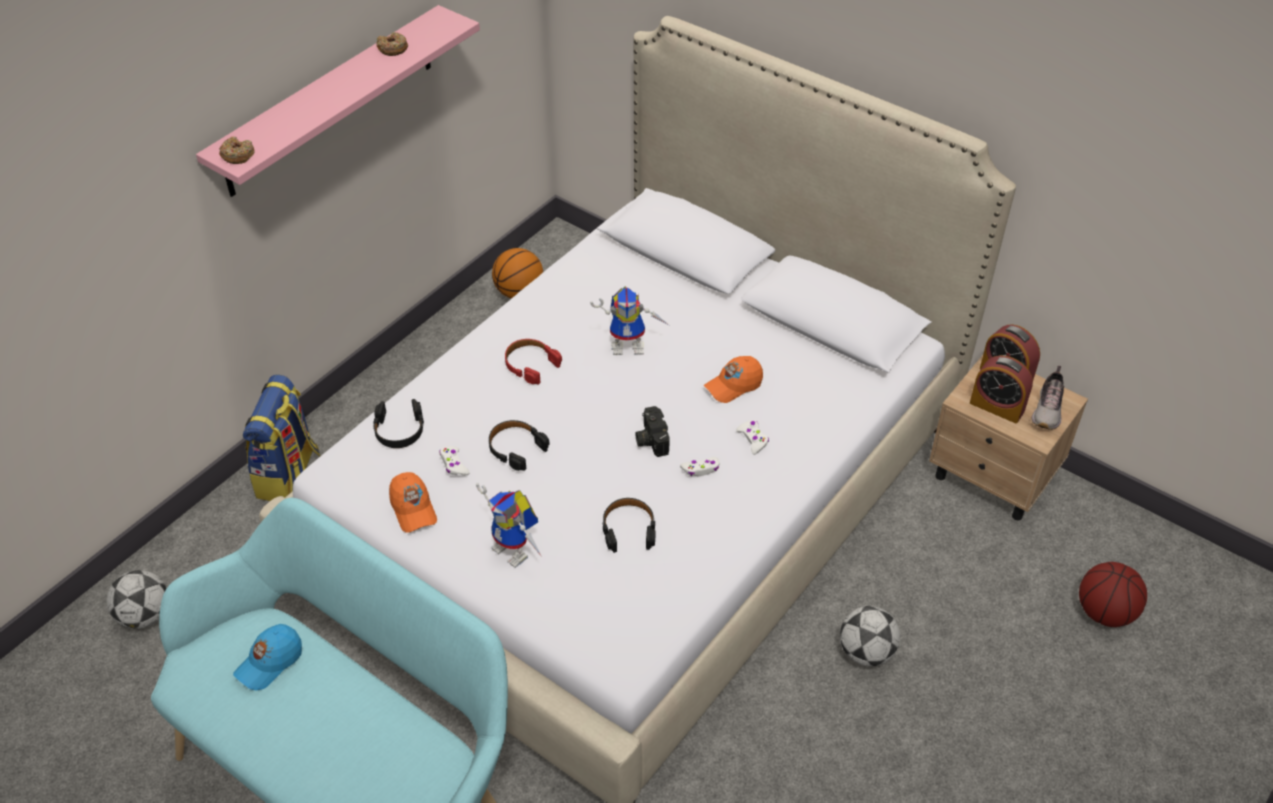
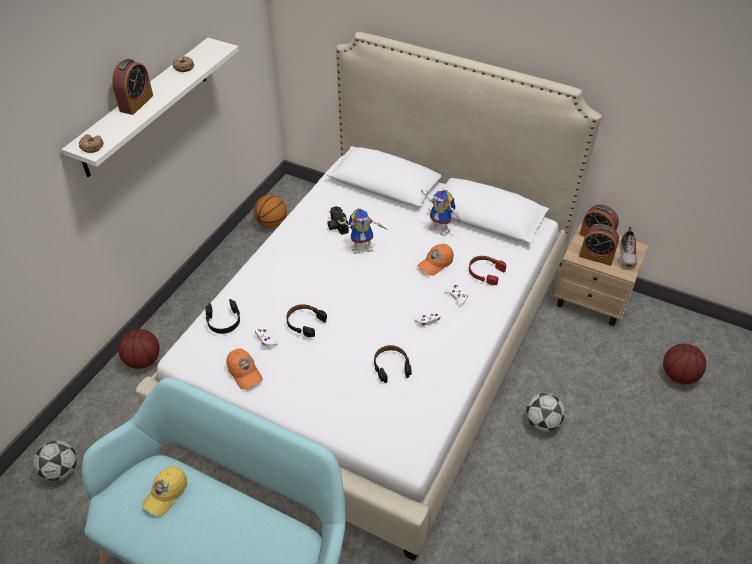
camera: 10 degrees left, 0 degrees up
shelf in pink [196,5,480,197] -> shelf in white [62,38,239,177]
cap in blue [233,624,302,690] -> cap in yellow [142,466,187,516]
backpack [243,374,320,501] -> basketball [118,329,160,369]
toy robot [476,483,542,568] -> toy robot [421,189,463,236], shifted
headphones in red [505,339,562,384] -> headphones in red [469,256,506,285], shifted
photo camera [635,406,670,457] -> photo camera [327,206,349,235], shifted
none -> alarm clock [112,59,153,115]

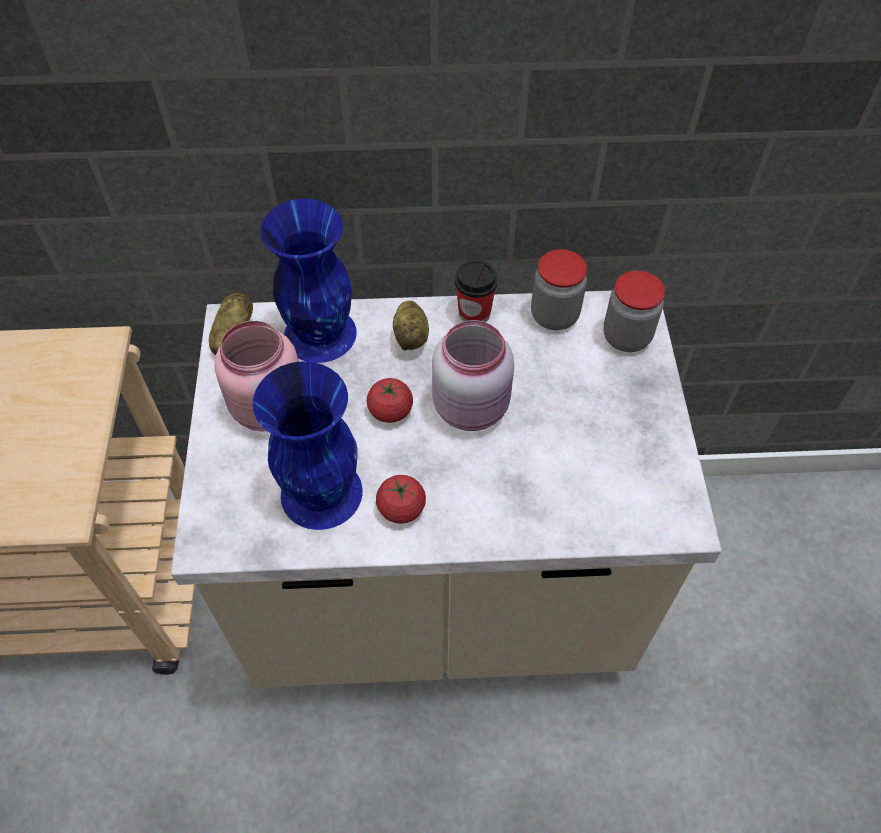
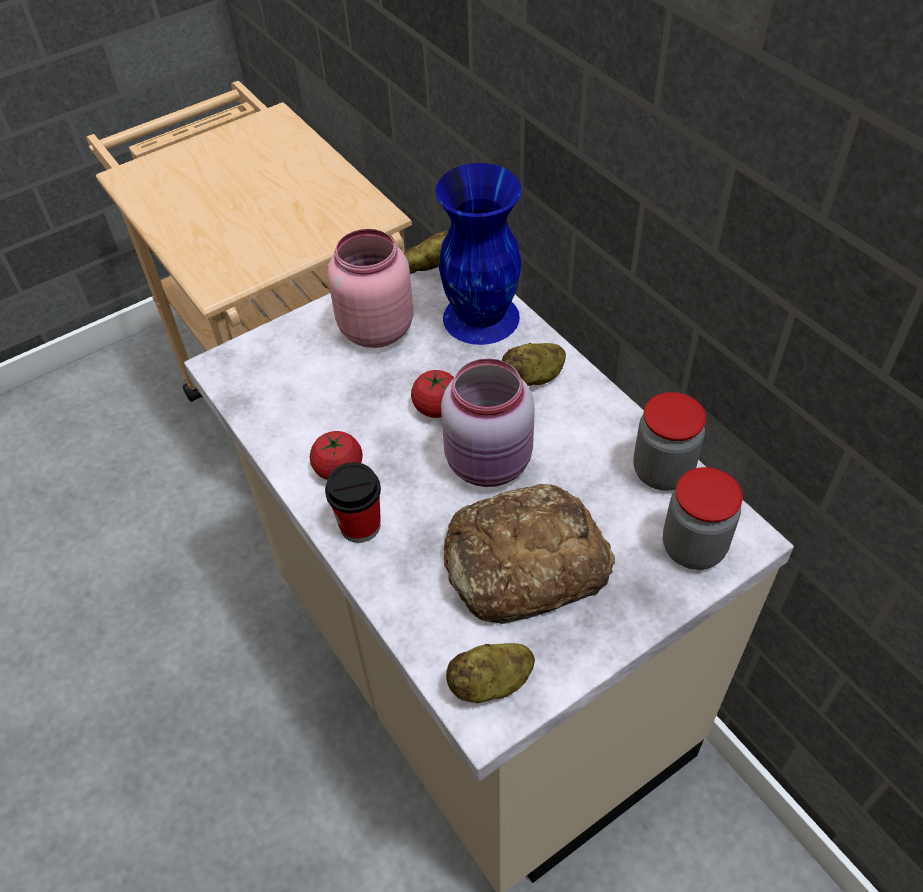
camera: 60 degrees right, 5 degrees down
vase in blue [252,361,362,530] -> none
cup [455,259,498,322] -> cup [325,462,381,543], shifted
none -> bread [444,484,615,624]
none -> potato [446,643,535,703]

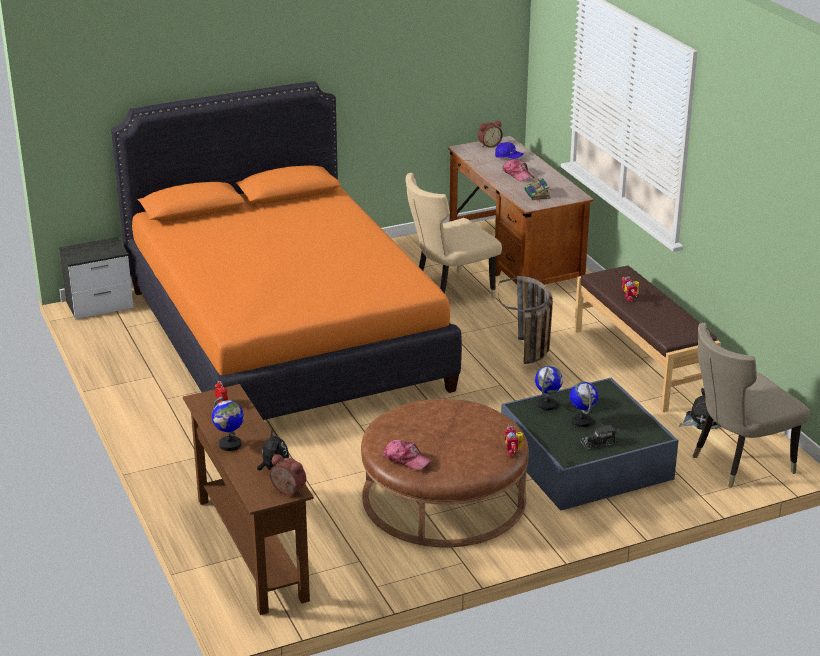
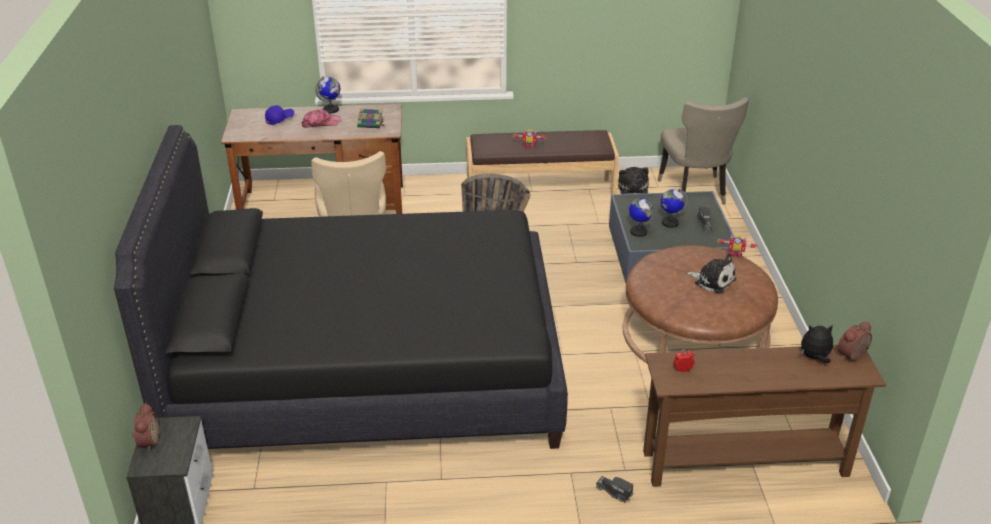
camera: 70 degrees left, 5 degrees up
bed in orange [111,81,462,420] -> bed in black [114,125,568,449]
globe [212,396,244,451] -> globe [315,76,340,114], shifted
cap [383,440,431,470] -> none
alarm clock [478,121,503,148] -> alarm clock [132,403,159,451], shifted
none -> toy truck [596,476,633,503]
none -> plush toy [687,253,736,294]

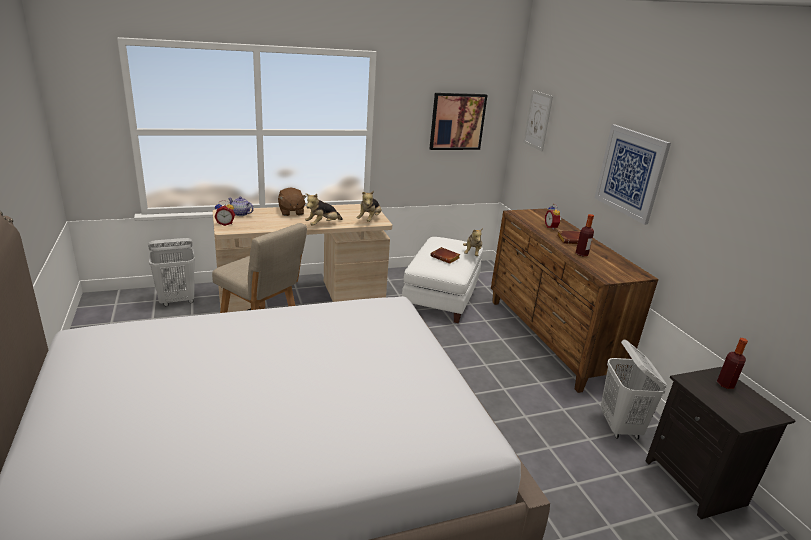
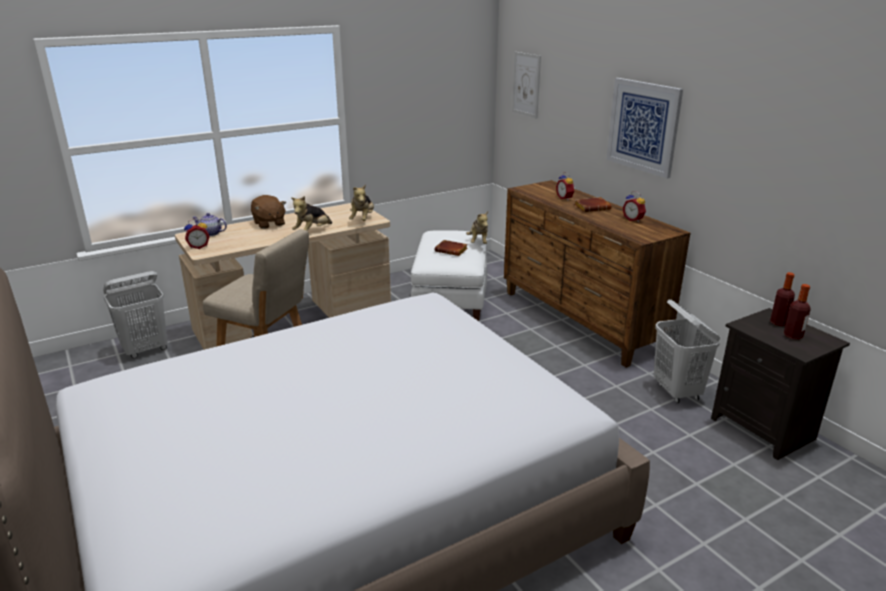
camera: 10 degrees left, 0 degrees up
picture [429,93,487,150] -> none
bottle [575,214,594,256] -> bottle [784,284,811,340], shifted
none -> alarm clock [623,191,646,222]

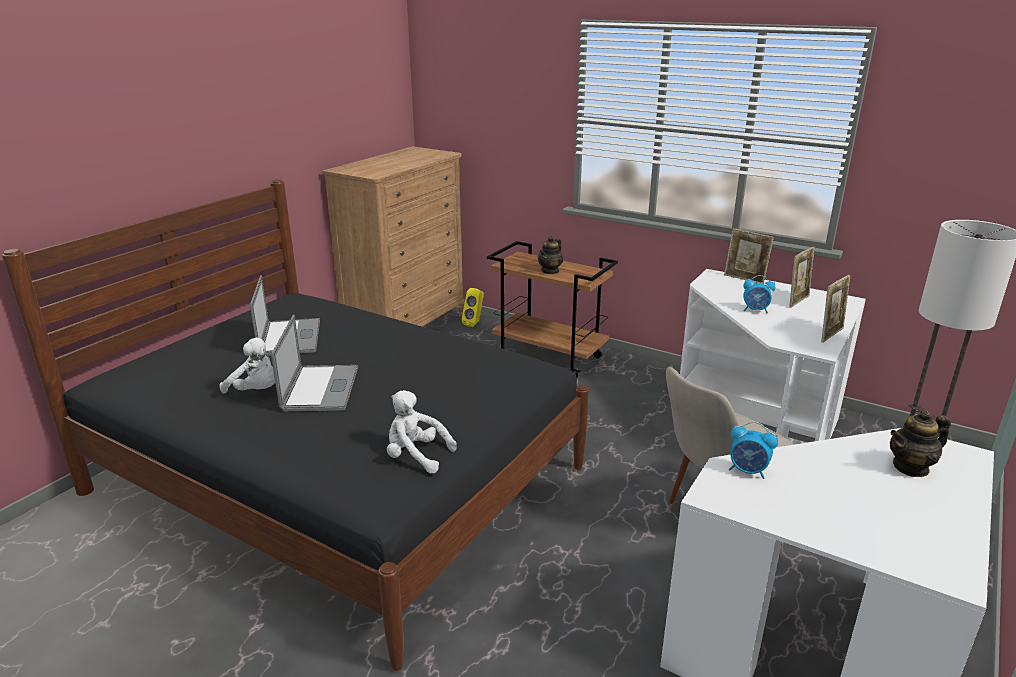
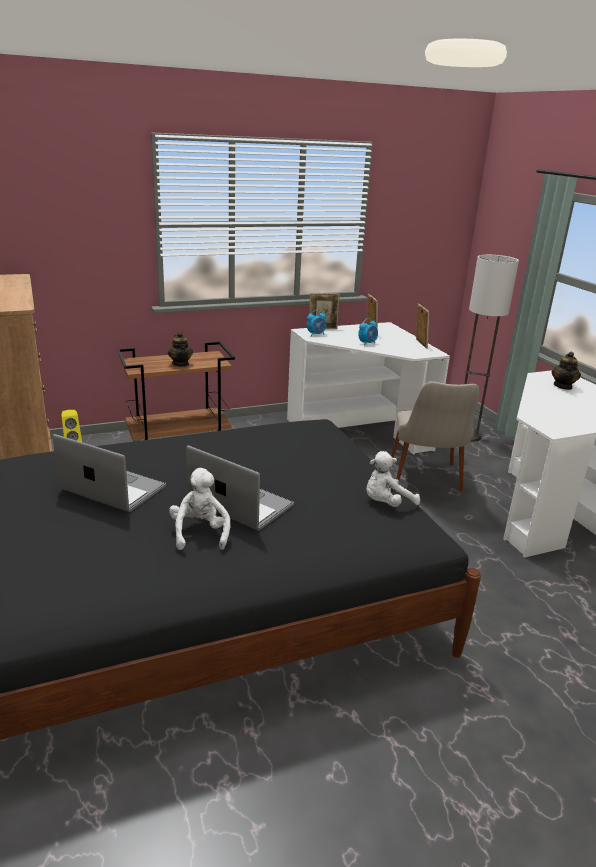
camera: 55 degrees left, 0 degrees up
plush toy in white [220,338,275,394] -> plush toy in white [169,468,230,550], 75 degrees counterclockwise
alarm clock [729,422,778,479] -> alarm clock [307,310,326,336], shifted

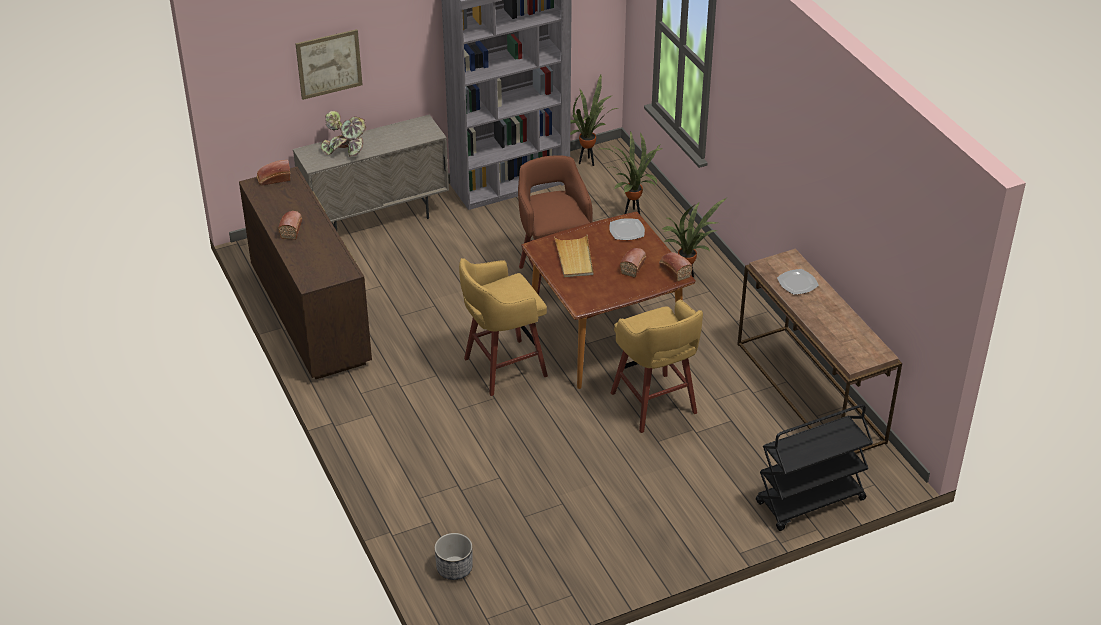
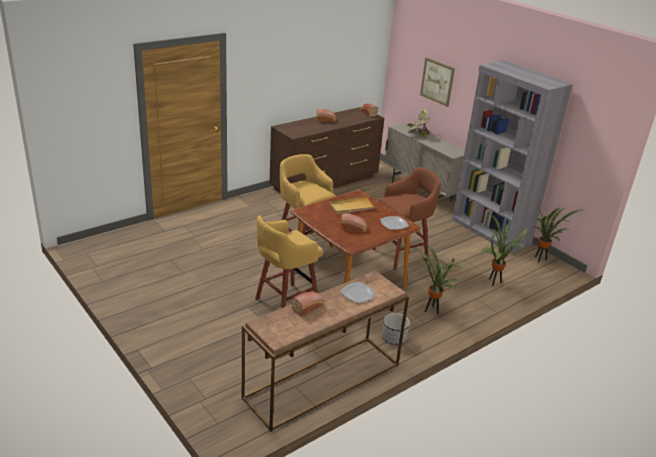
camera: 75 degrees right, 10 degrees down
planter [435,533,473,580] -> planter [382,313,410,345], shifted
bread [659,252,693,282] -> bread [292,292,324,317], shifted
cart in black [756,404,873,531] -> none

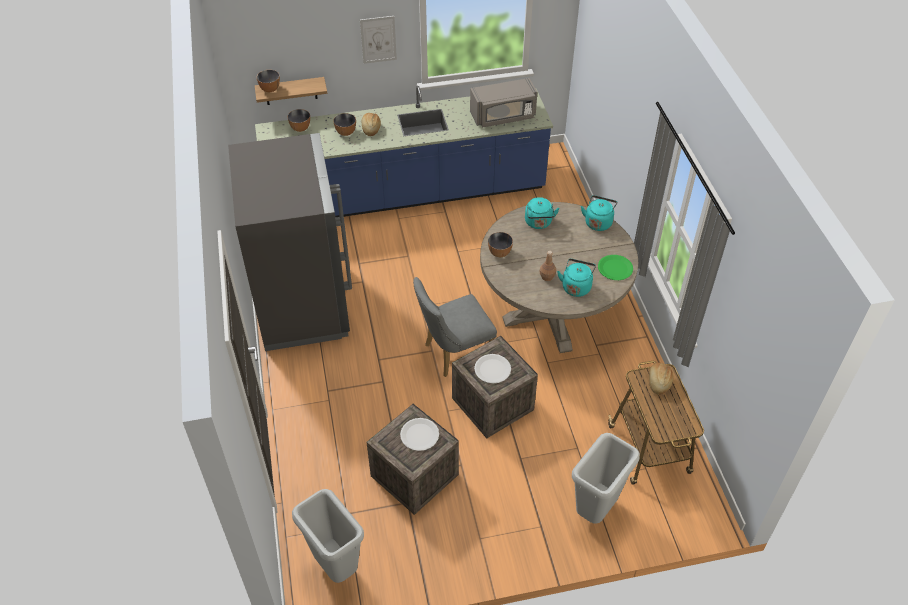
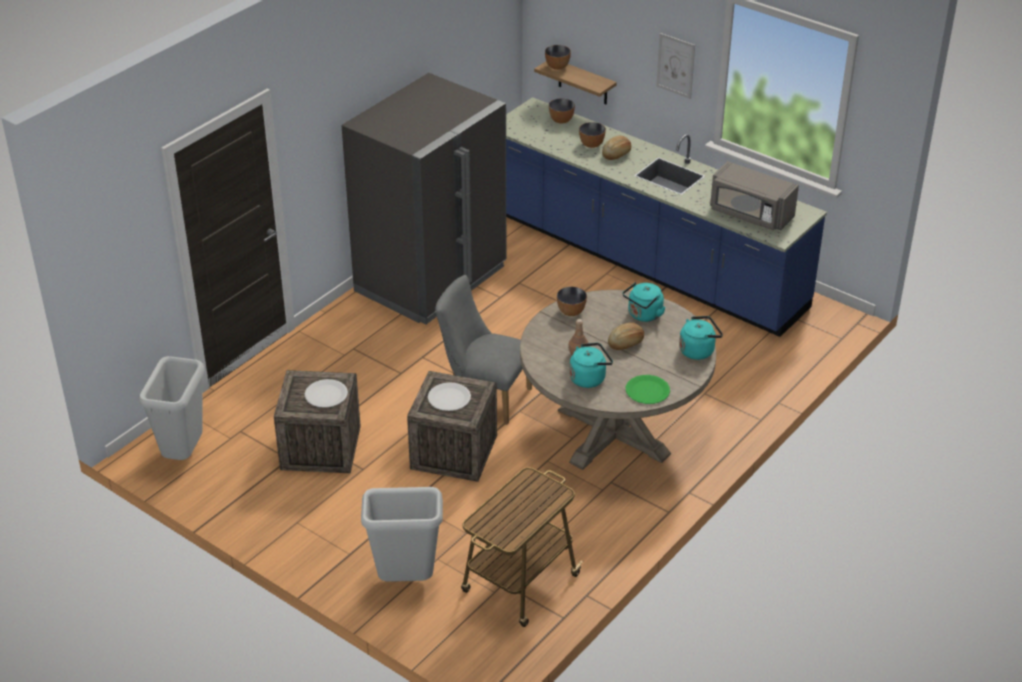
camera: 50 degrees right, 10 degrees down
bread [649,363,673,395] -> bread [608,322,644,350], shifted

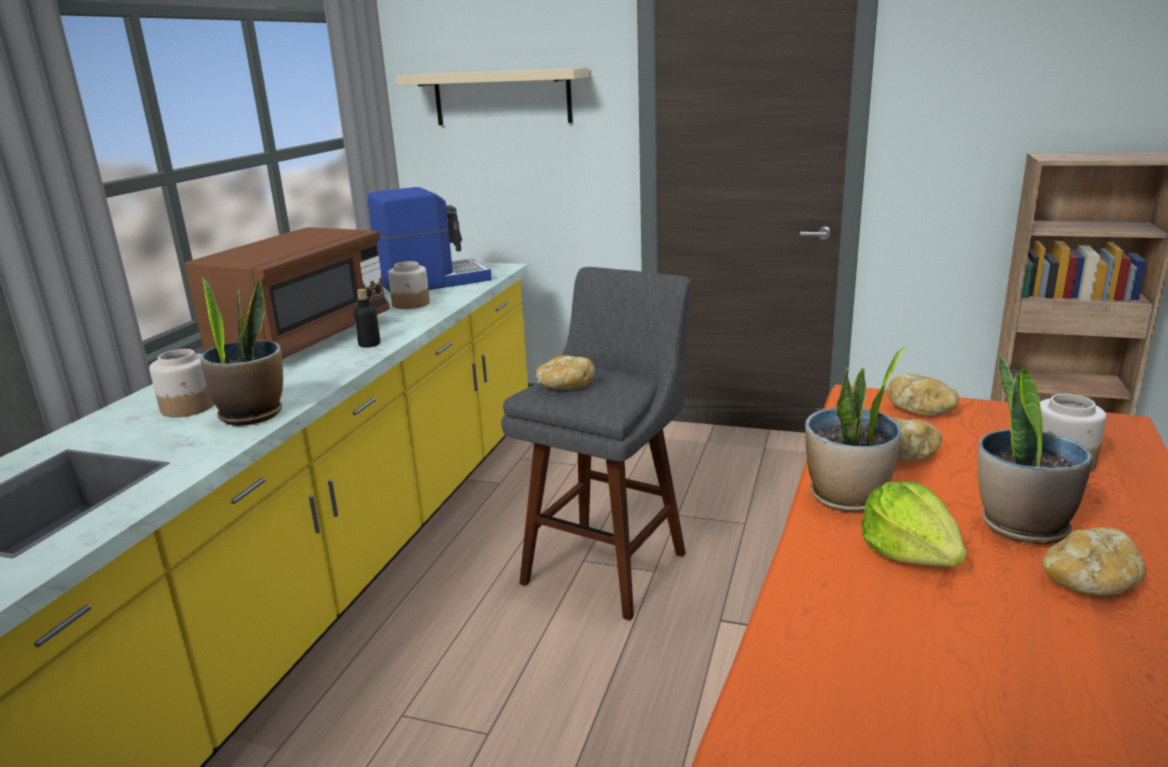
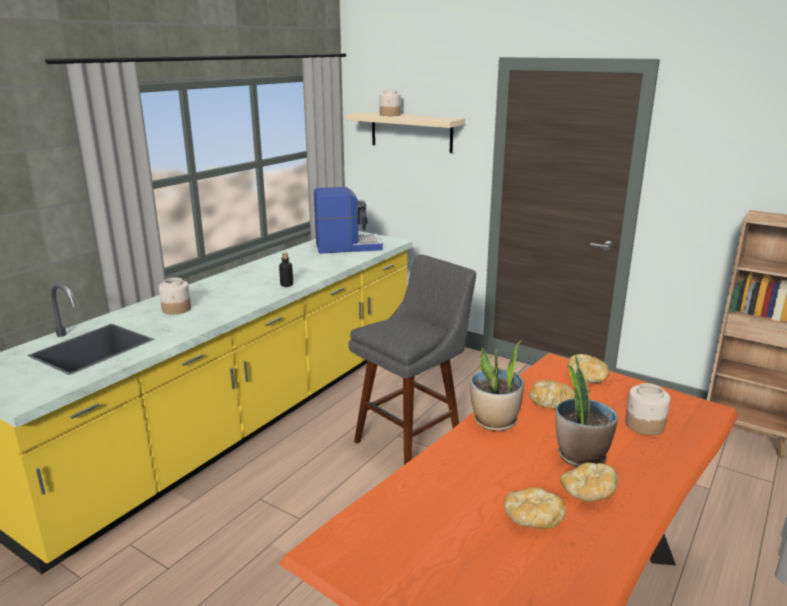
camera: 15 degrees right, 0 degrees up
microwave in brown [184,227,390,359] -> none
potted plant [200,277,283,426] -> none
jar [388,261,430,309] -> jar [380,90,401,116], shifted
bread [536,356,595,389] -> bread [504,488,566,529], shifted
lettuce [861,481,966,567] -> none

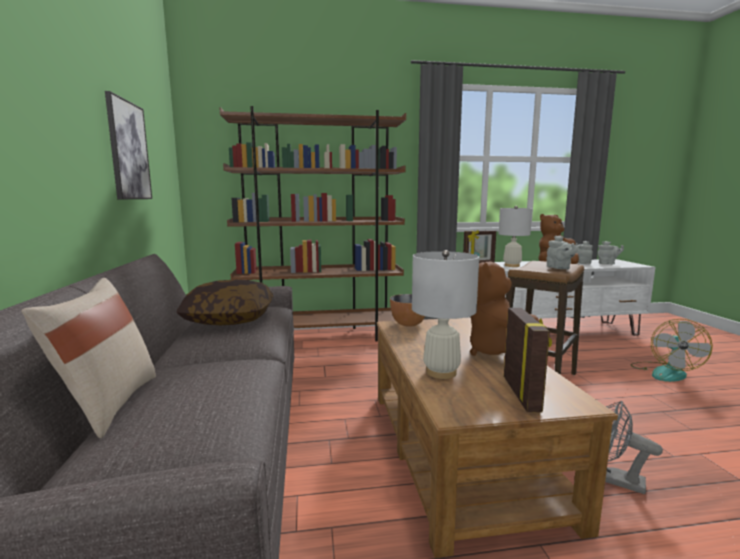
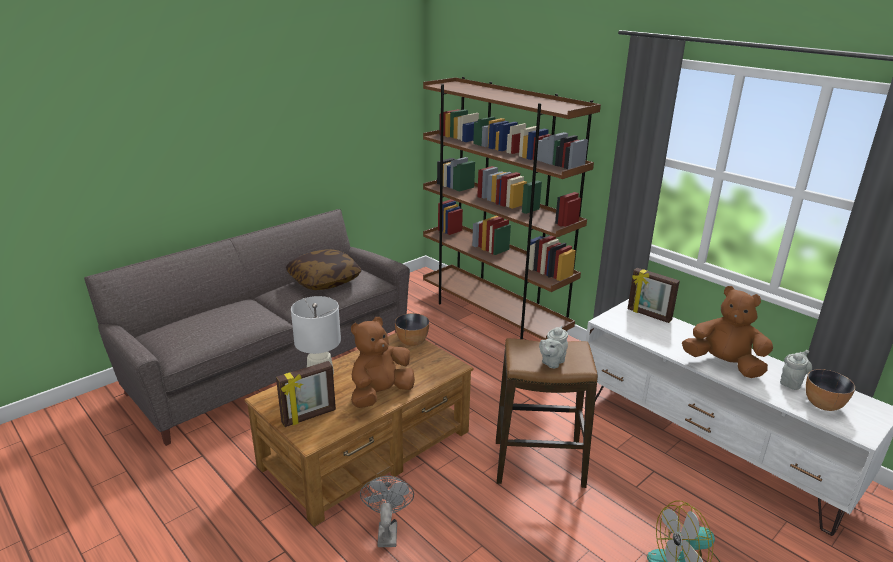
camera: 55 degrees right, 15 degrees up
pillow in beige [21,278,156,438] -> none
picture [105,91,152,199] -> none
table lamp in white [499,206,532,267] -> none
teapot in grey [598,241,624,264] -> bowl [806,369,855,411]

